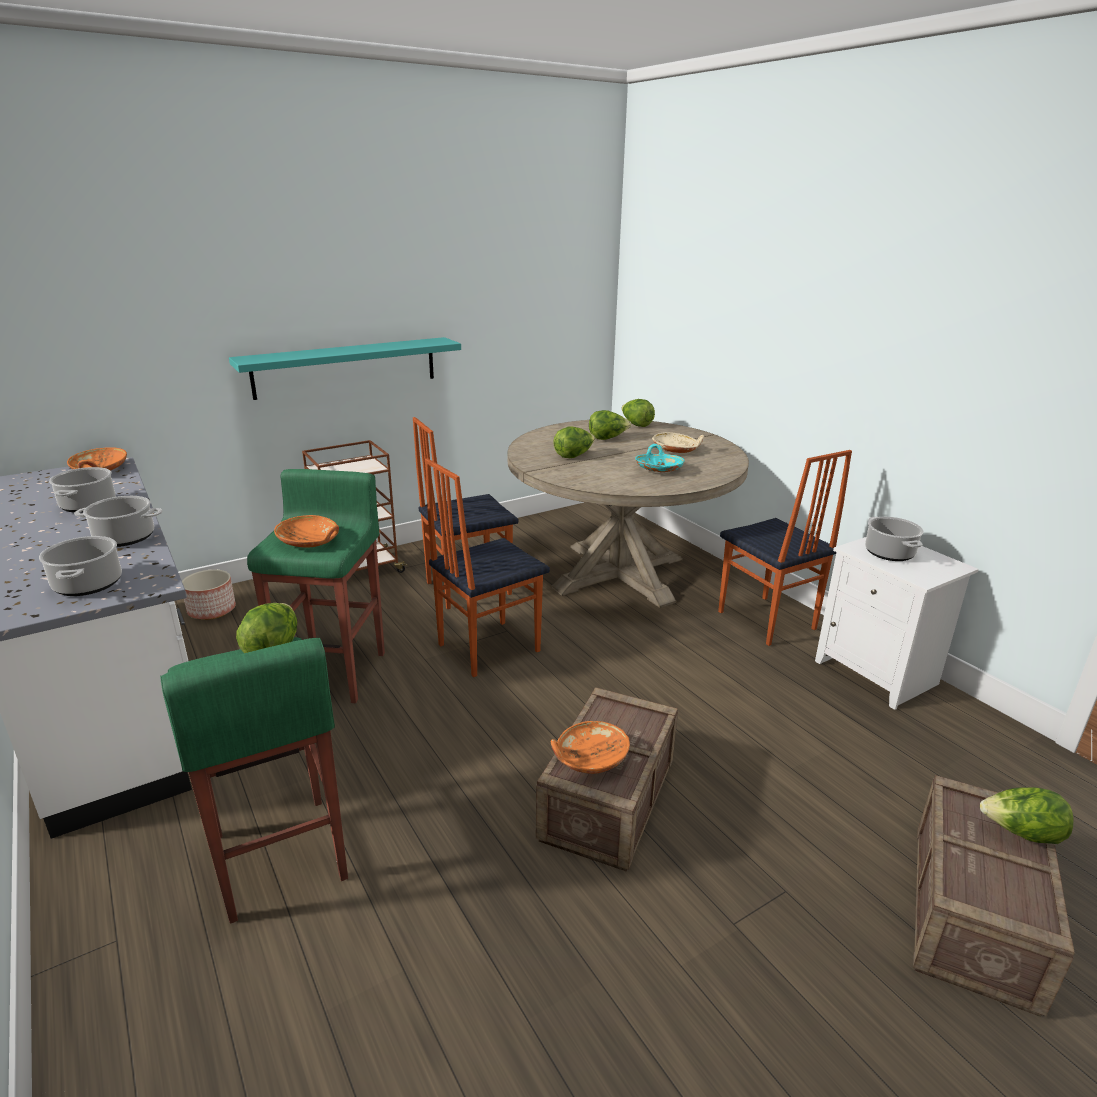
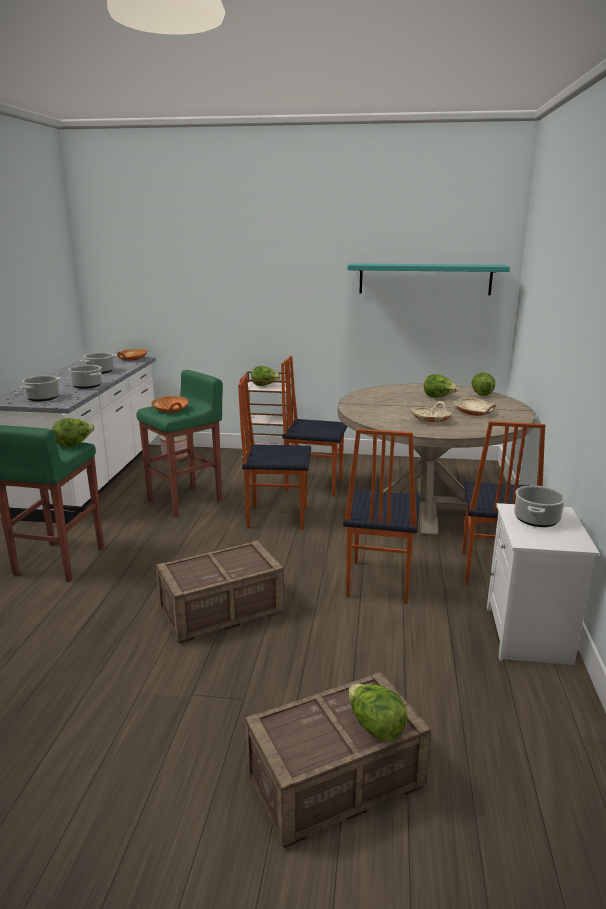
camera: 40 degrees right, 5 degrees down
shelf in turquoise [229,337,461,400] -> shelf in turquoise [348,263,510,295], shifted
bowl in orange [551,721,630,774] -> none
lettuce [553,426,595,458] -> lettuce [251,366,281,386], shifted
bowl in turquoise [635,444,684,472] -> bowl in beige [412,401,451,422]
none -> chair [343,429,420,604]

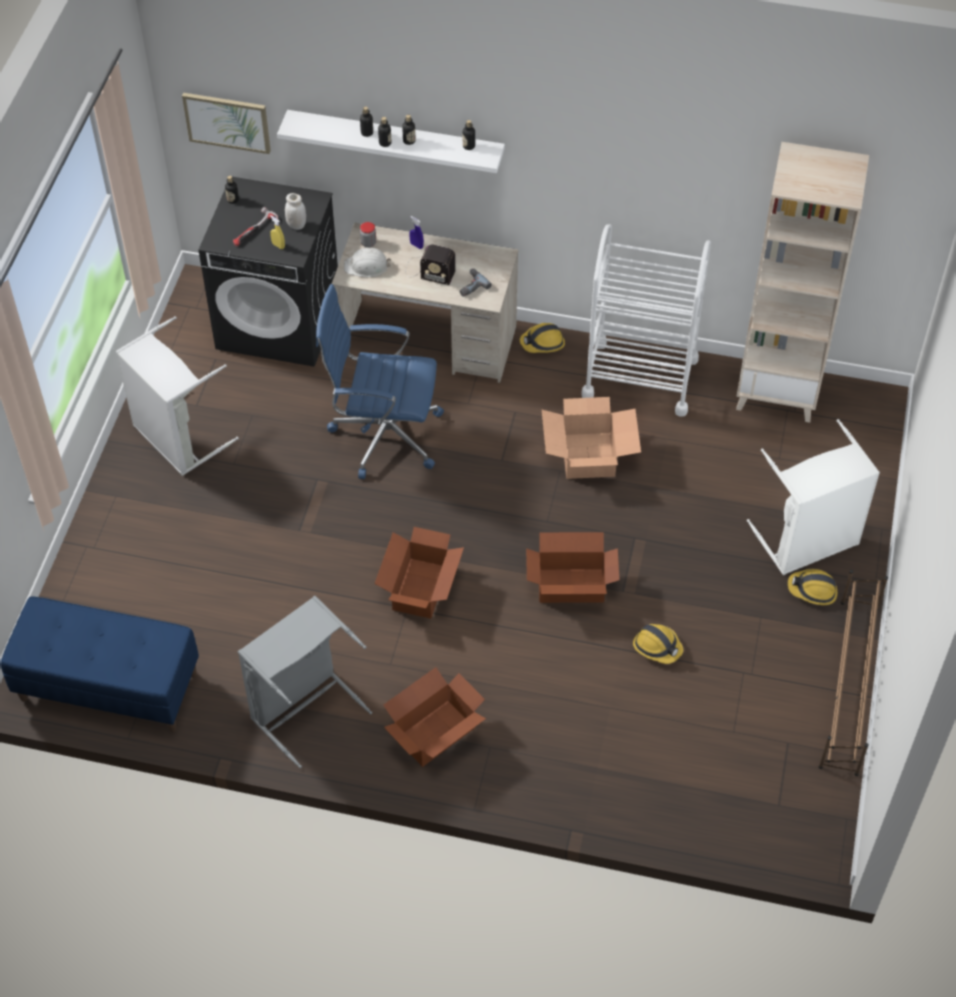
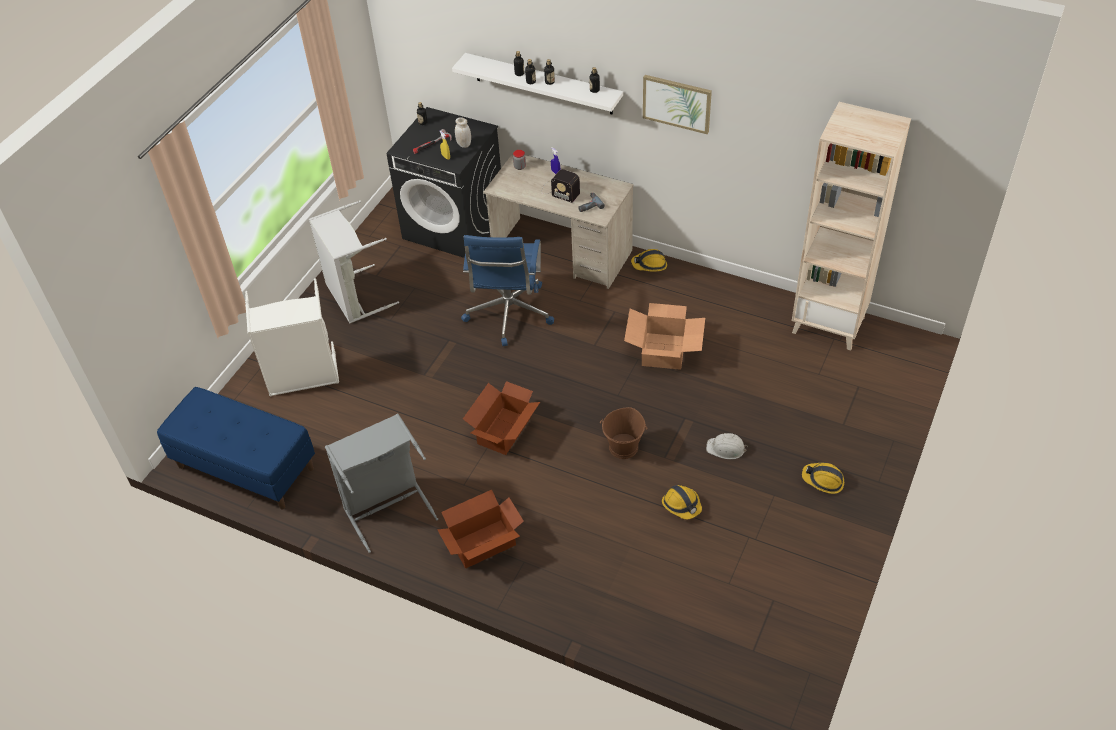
camera: 15 degrees right, 5 degrees down
picture [182,93,271,154] -> picture [643,75,712,134], shifted
office chair in blue [316,284,444,479] -> office chair in blue [461,235,554,346], 105 degrees counterclockwise
hard hat in white [344,248,391,277] -> hard hat in white [706,433,748,459], shifted
cardboard box [526,532,620,603] -> bucket in brown [600,407,647,459]
cart in white [581,224,711,417] -> none
laundry basket in white [747,419,880,575] -> laundry basket in white [245,278,339,397], shifted
shoe rack in brown [819,570,888,776] -> none

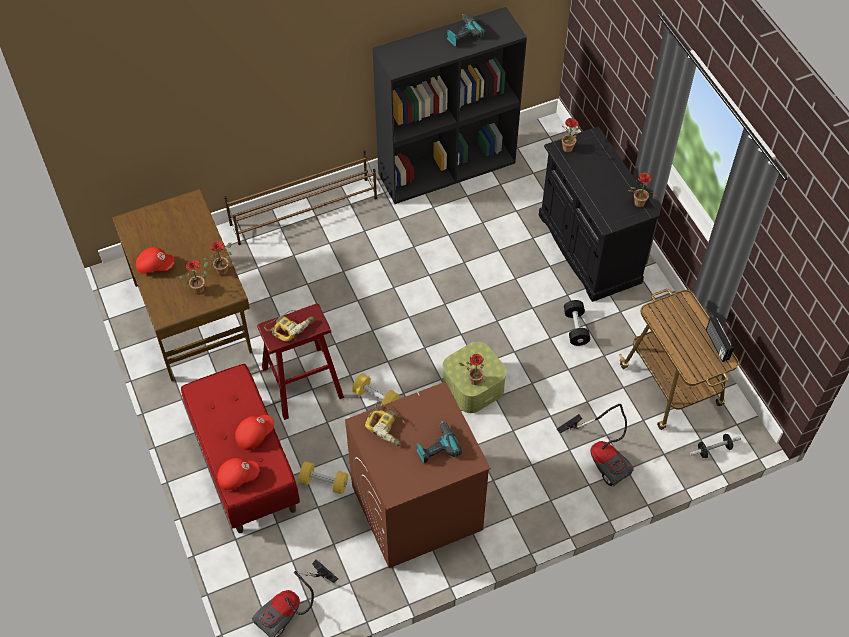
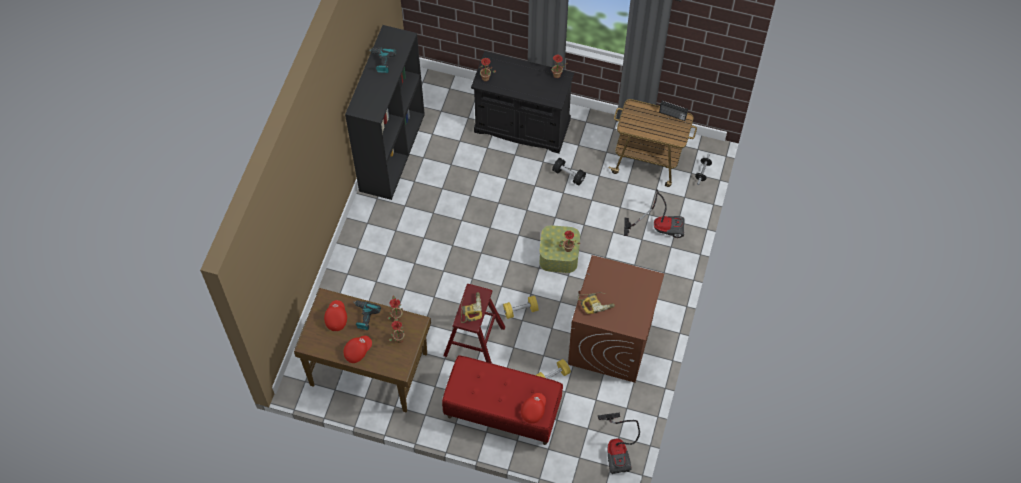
camera: 50 degrees left, 5 degrees up
shoe rack in brown [224,150,377,245] -> none
cap in red [235,415,274,450] -> cap in red [324,300,347,331], shifted
power drill [416,420,462,463] -> power drill [354,300,381,330], shifted

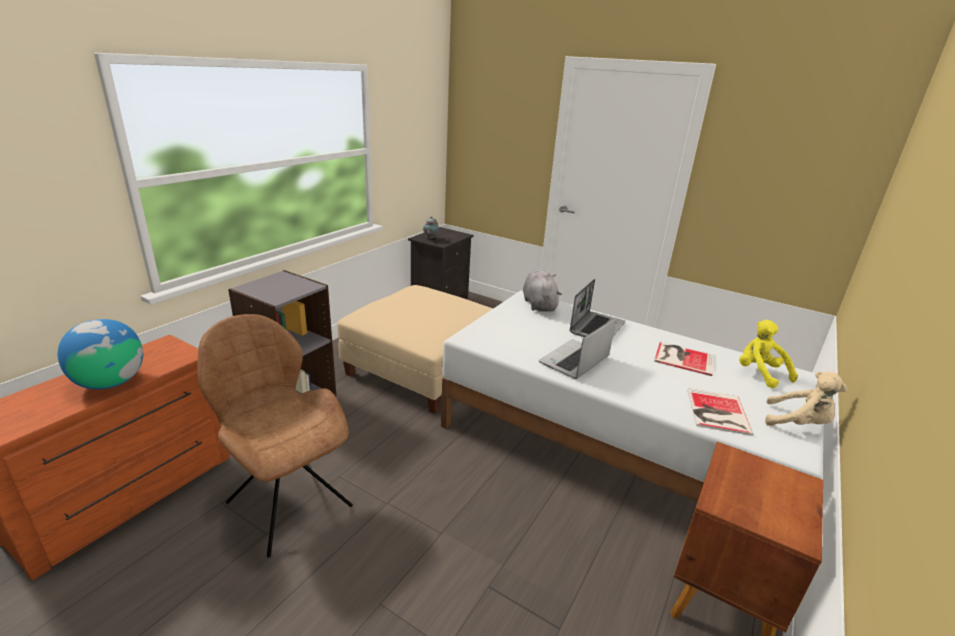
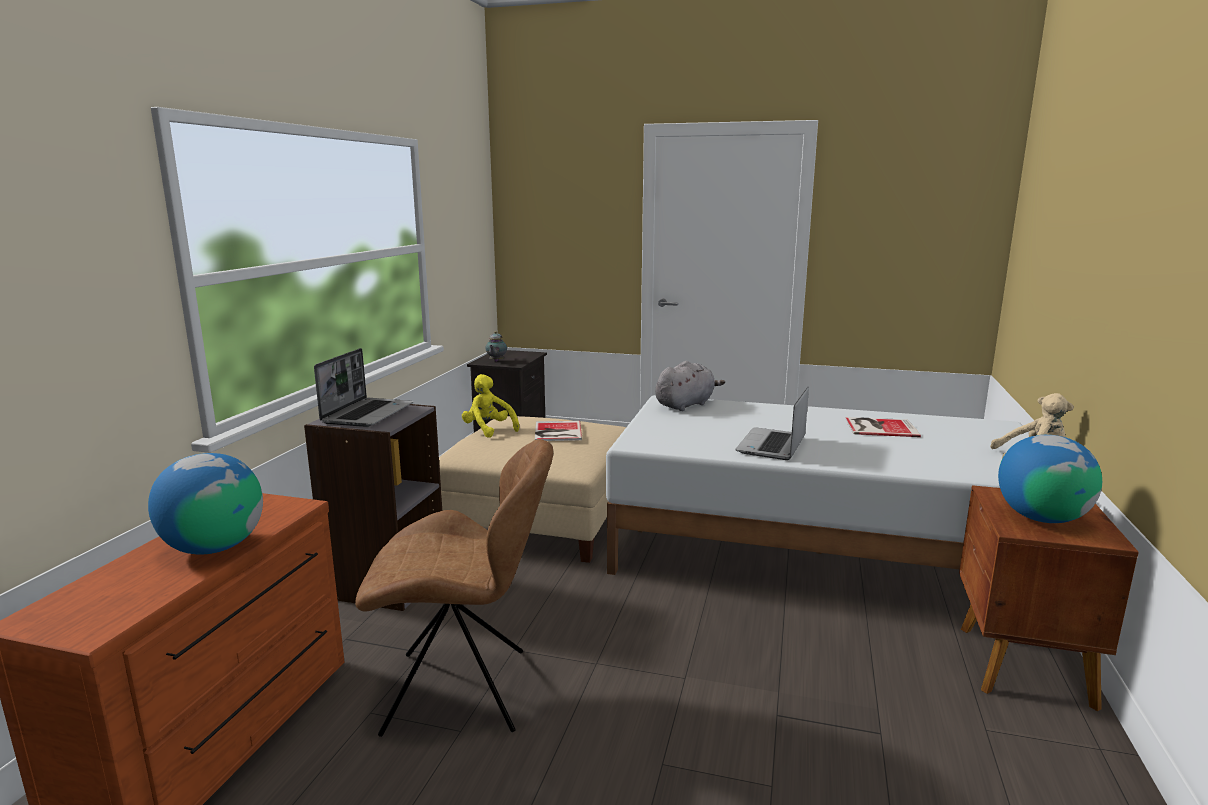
camera: 15 degrees left, 10 degrees down
chair in brown [197,314,353,557] -> chair in brown [355,439,553,737], 150 degrees clockwise
plush toy in grey [523,270,562,312] -> plush toy in grey [655,361,725,411], 75 degrees clockwise
laptop [570,279,625,337] -> laptop [314,348,413,427], shifted
book [687,388,754,436] -> book [535,420,582,441], shifted
plush toy in yellow [739,320,798,388] -> plush toy in yellow [462,374,519,438], shifted
none -> globe [998,435,1102,523]

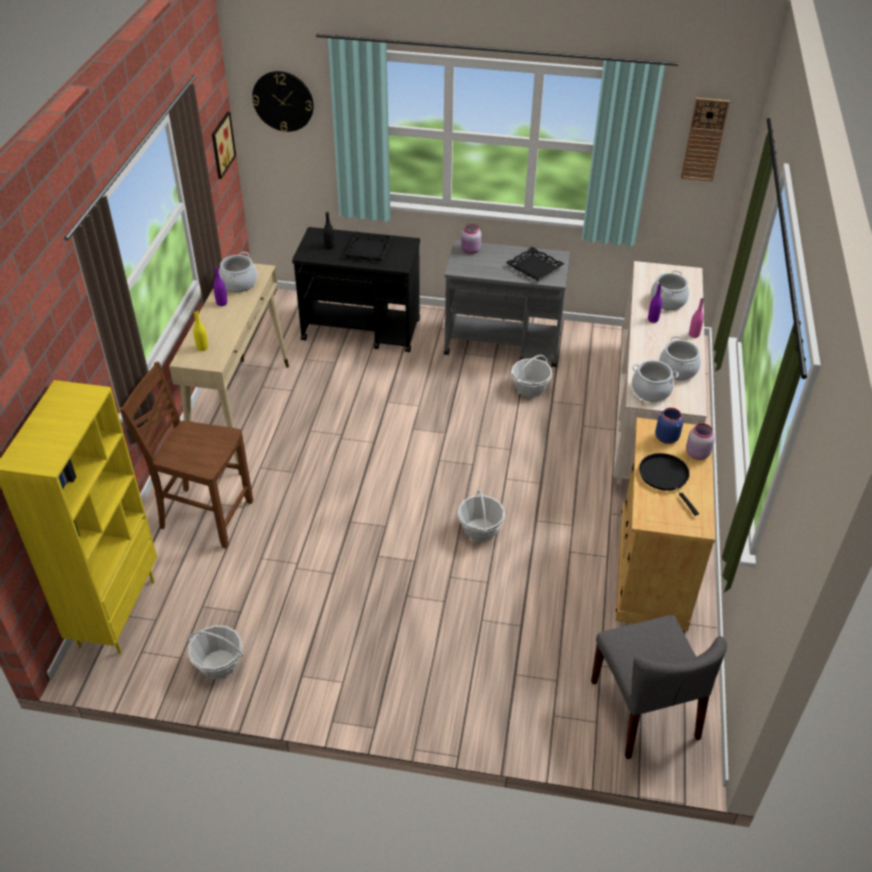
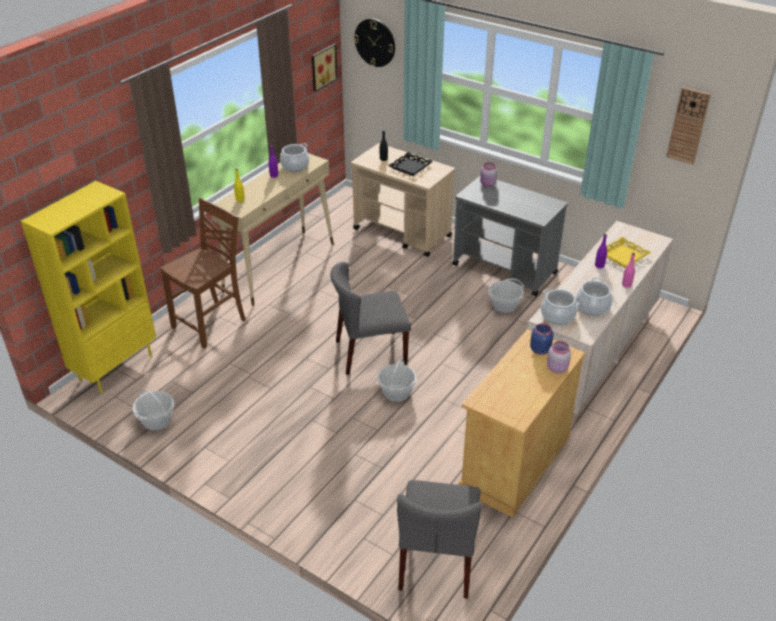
camera: 25 degrees right, 5 degrees down
chair in brown [120,361,253,548] -> chair in brown [161,197,246,349], 90 degrees clockwise
cart in black [292,227,420,353] -> cart in beige [351,143,455,257]
tray in black [506,247,564,281] -> none
frying pan in black [639,453,699,516] -> none
cooking pot [651,270,689,310] -> tray in yellow [606,237,651,268]
none -> chair in grey [330,262,411,375]

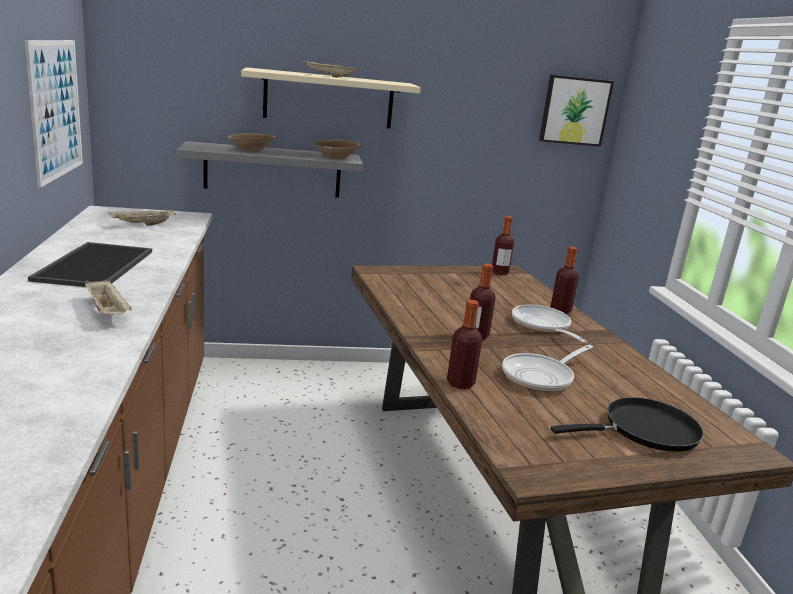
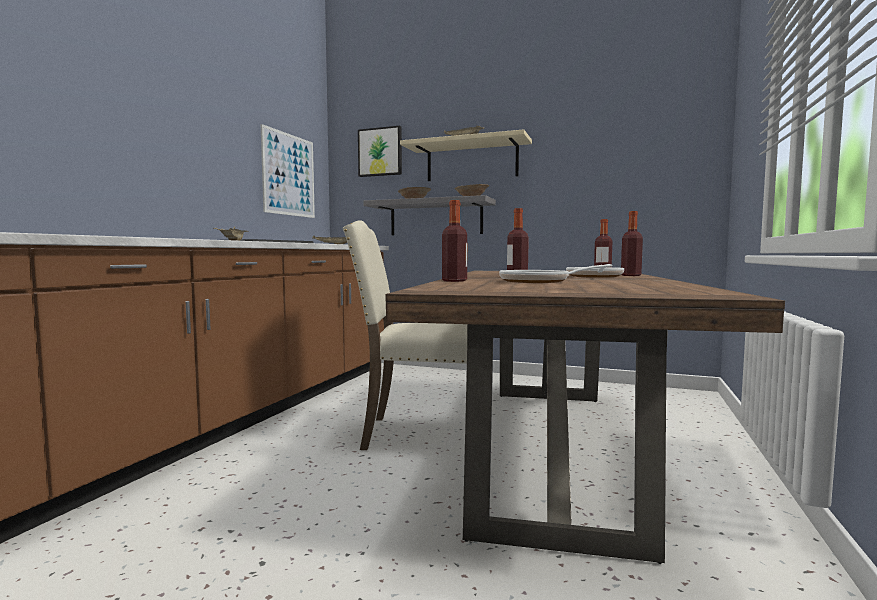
camera: 30 degrees right, 15 degrees down
picture [539,75,614,147] -> picture [358,126,402,177], shifted
frying pan in black [551,397,704,452] -> none
none -> chair in beige [343,220,467,450]

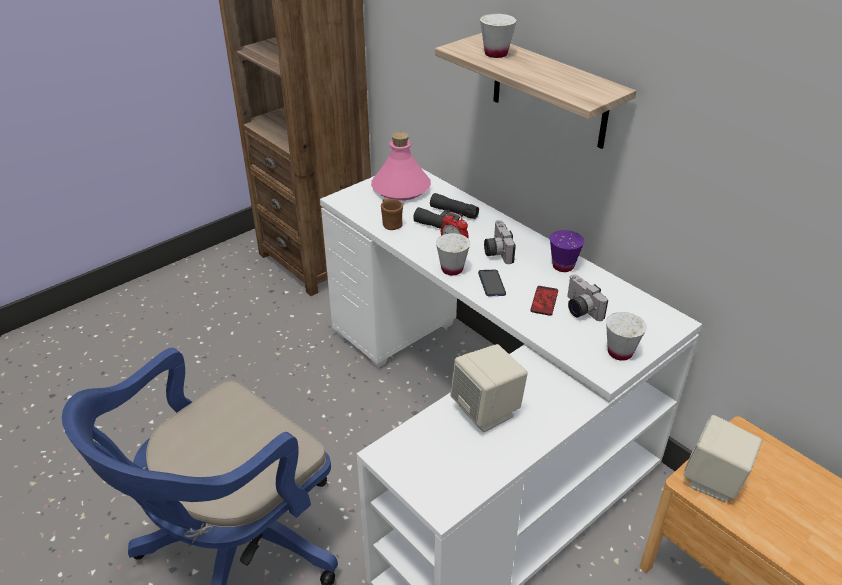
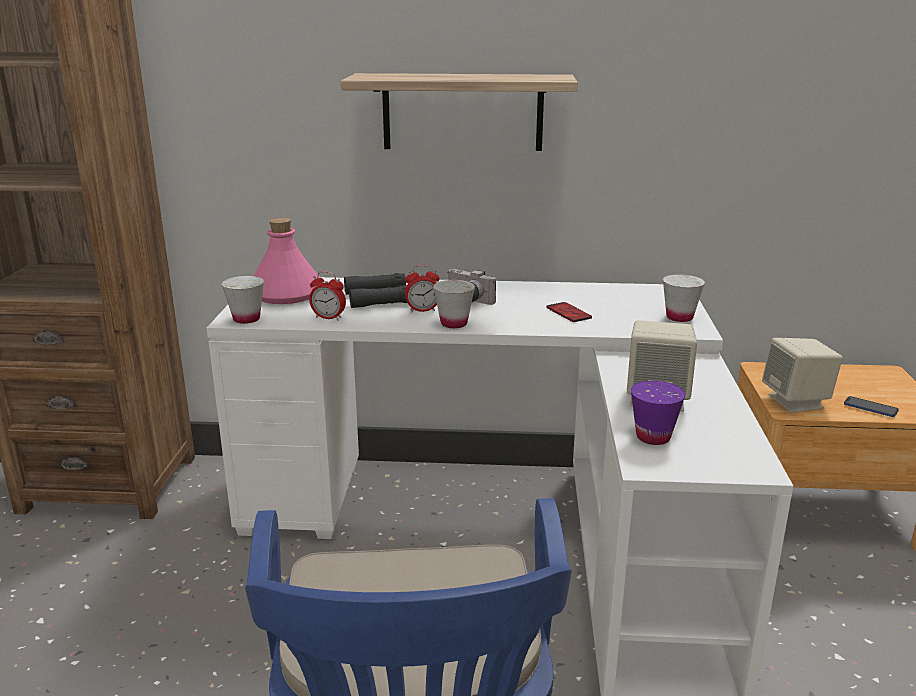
camera: 45 degrees left, 15 degrees down
mug in brown [381,198,403,230] -> alarm clock [309,271,346,320]
phone [478,270,506,296] -> phone [844,396,899,417], shifted
cup in white [480,14,516,58] -> cup in white [222,276,264,324], shifted
cup in purple [550,230,584,272] -> cup in purple [631,381,685,445], shifted
photo camera [567,274,608,321] -> none

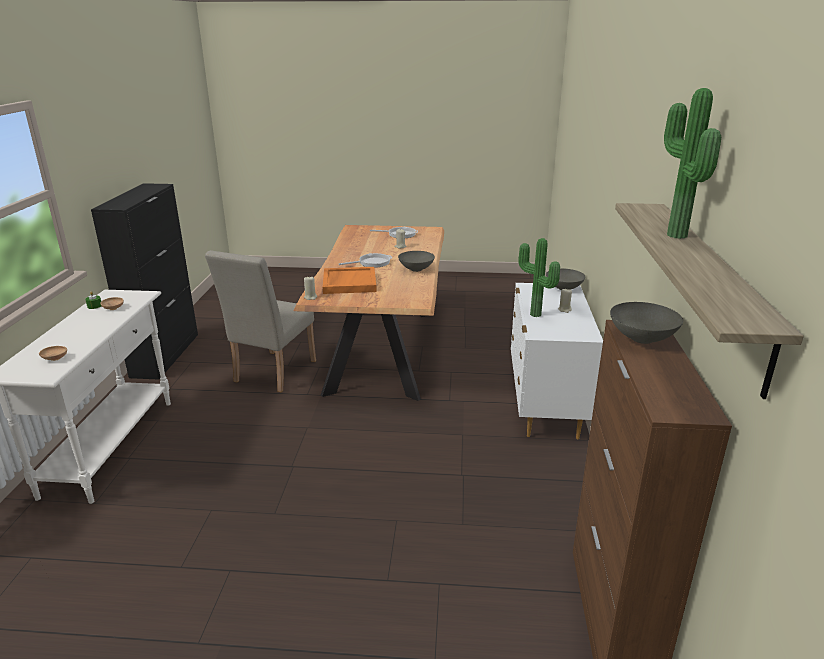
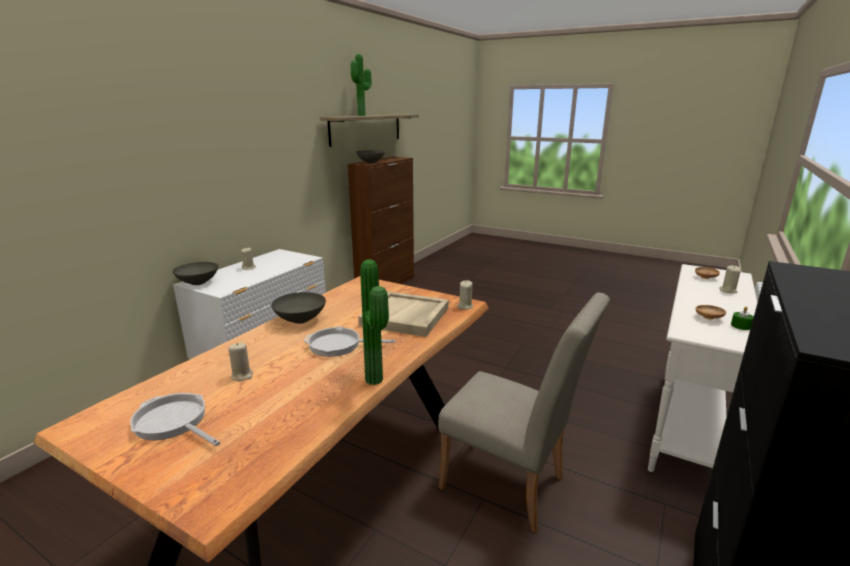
camera: 155 degrees left, 5 degrees down
chair in beige [205,250,316,392] -> chair in beige [438,292,610,533], 75 degrees clockwise
tray in orange [323,267,377,294] -> tray in beige [358,291,449,337]
potted plant [518,238,560,317] -> potted plant [360,259,389,385], shifted
none -> candle in beige [719,265,741,293]

